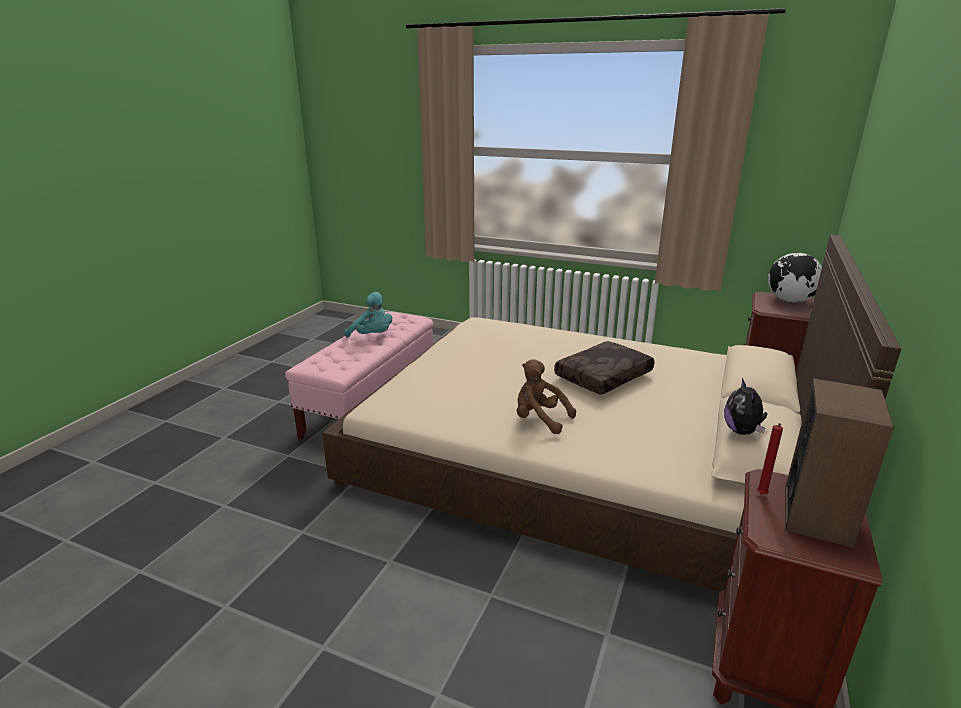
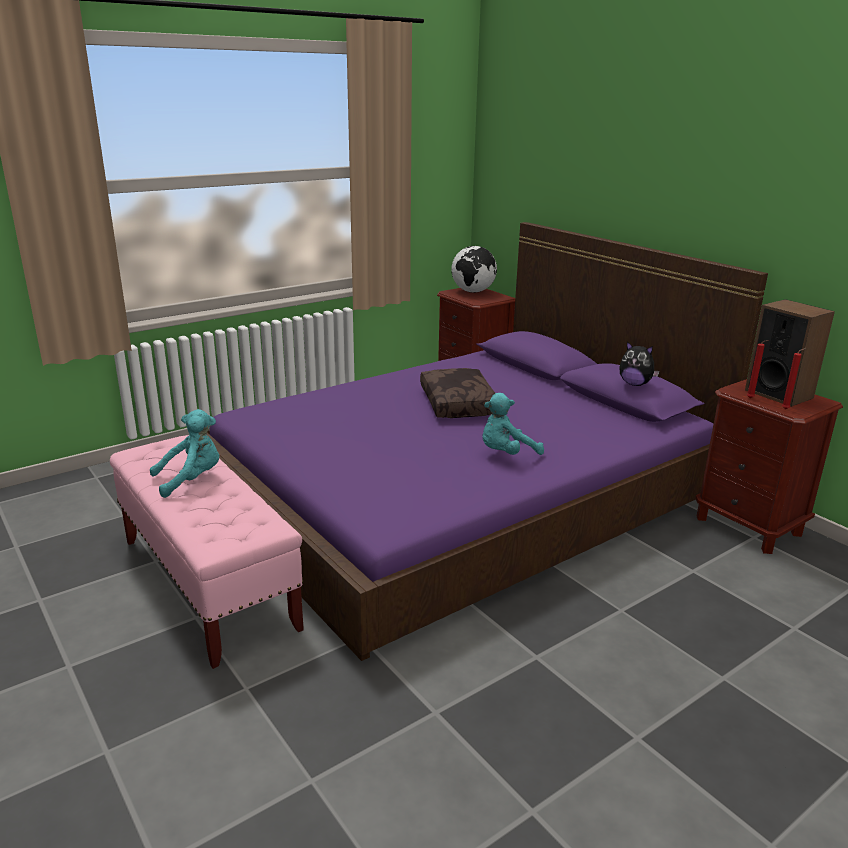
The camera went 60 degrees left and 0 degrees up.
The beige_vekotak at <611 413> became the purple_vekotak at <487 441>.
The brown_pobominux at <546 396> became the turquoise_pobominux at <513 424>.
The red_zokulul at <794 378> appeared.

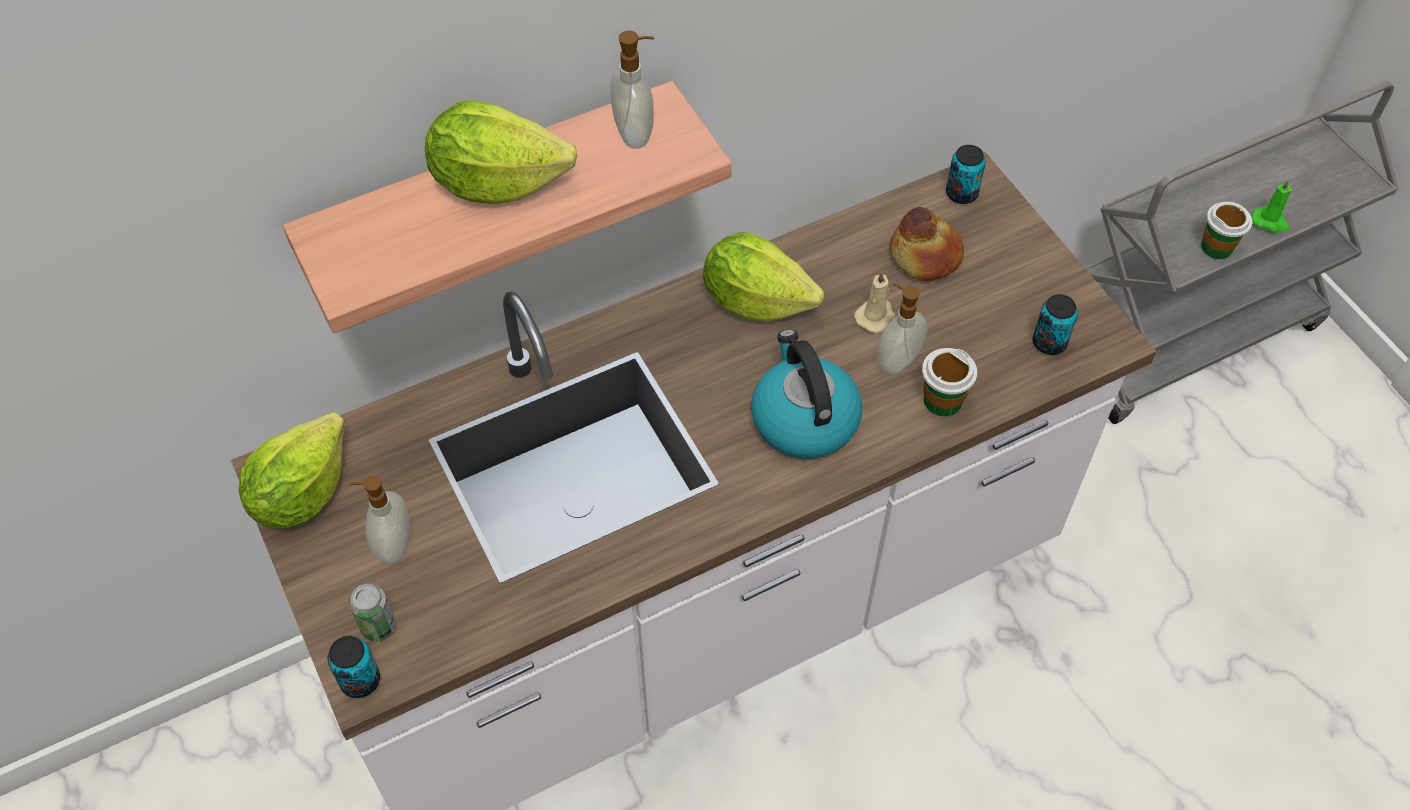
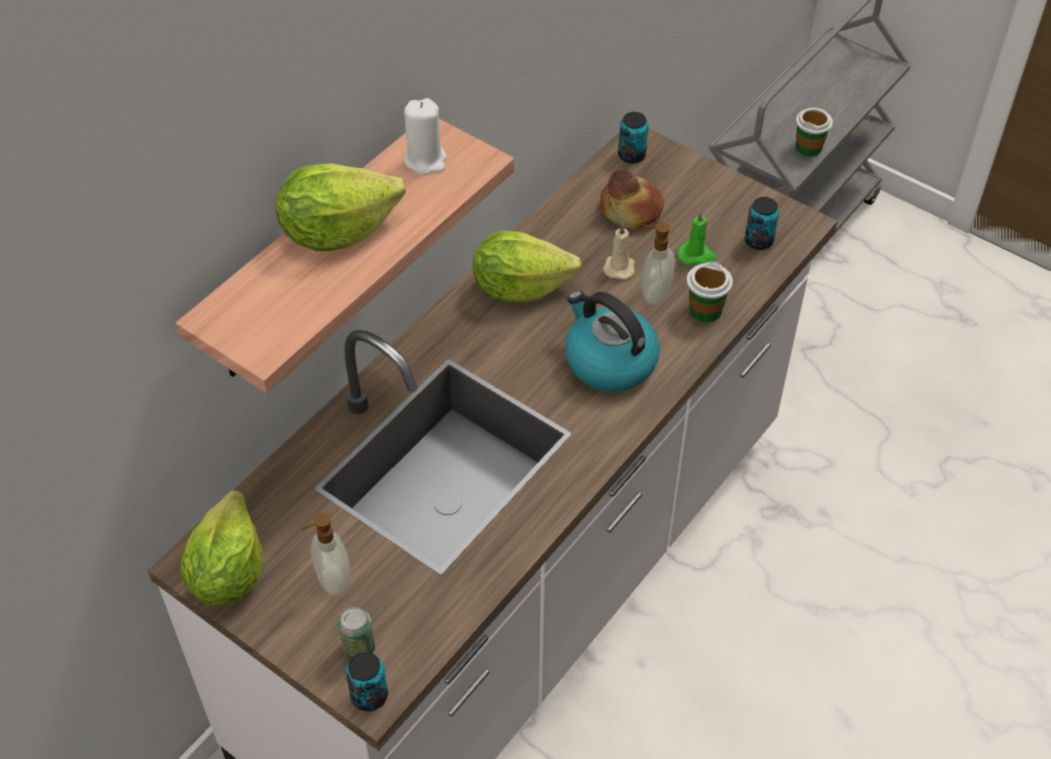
The camera went 25 degrees left and 5 degrees down.
The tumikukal at <632 90> was replaced by the white_zokulul at <425 136>.
The green_zokulul moved from <1272 205> to <697 238>.

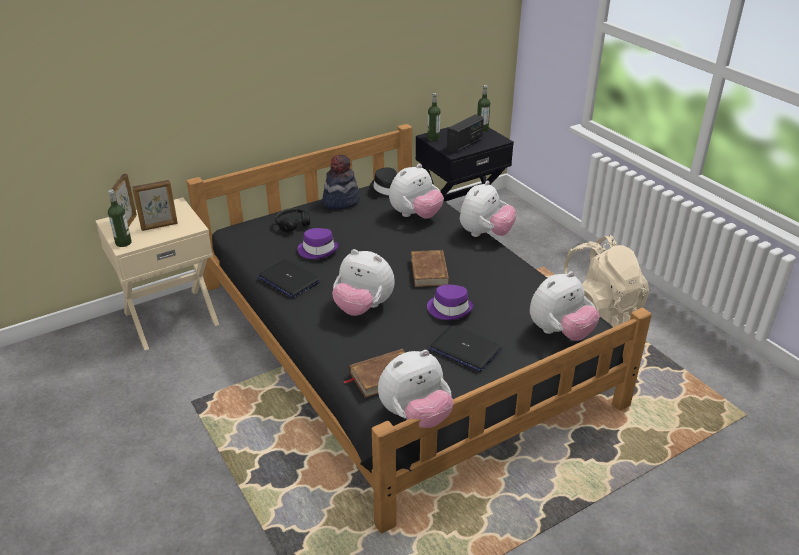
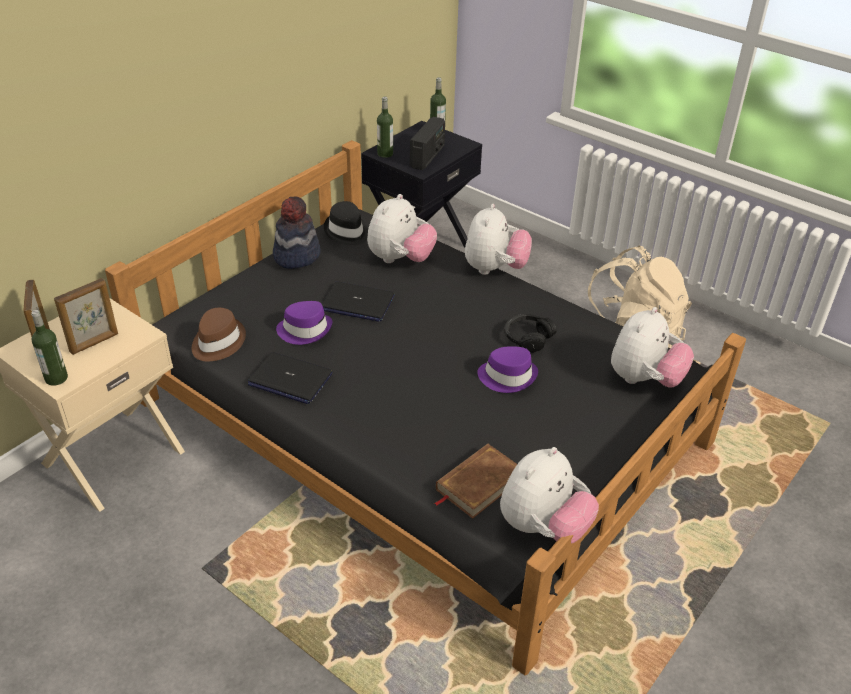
The camera went 20 degrees left and 5 degrees up.
The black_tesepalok moved from <292 220> to <530 333>.
The pobominux at <363 282> disappeared.
The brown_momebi at <430 268> disappeared.
The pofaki moved from <466 348> to <358 301>.
The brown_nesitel at <219 334> appeared.

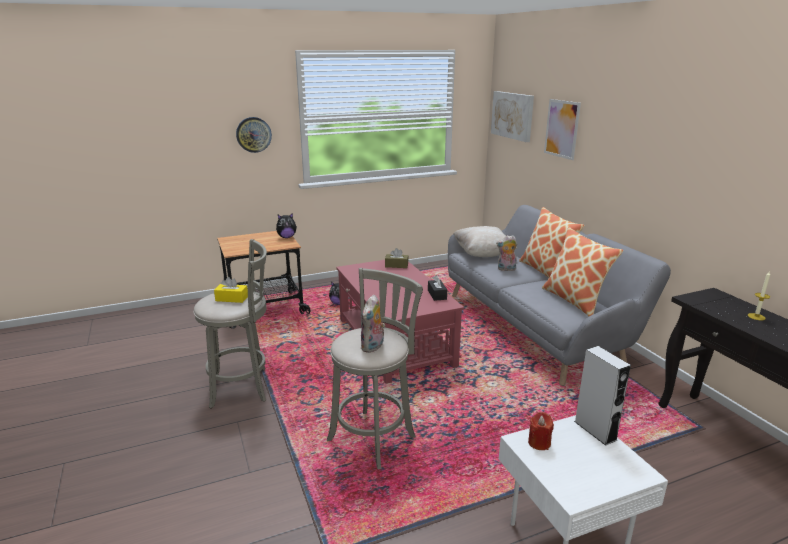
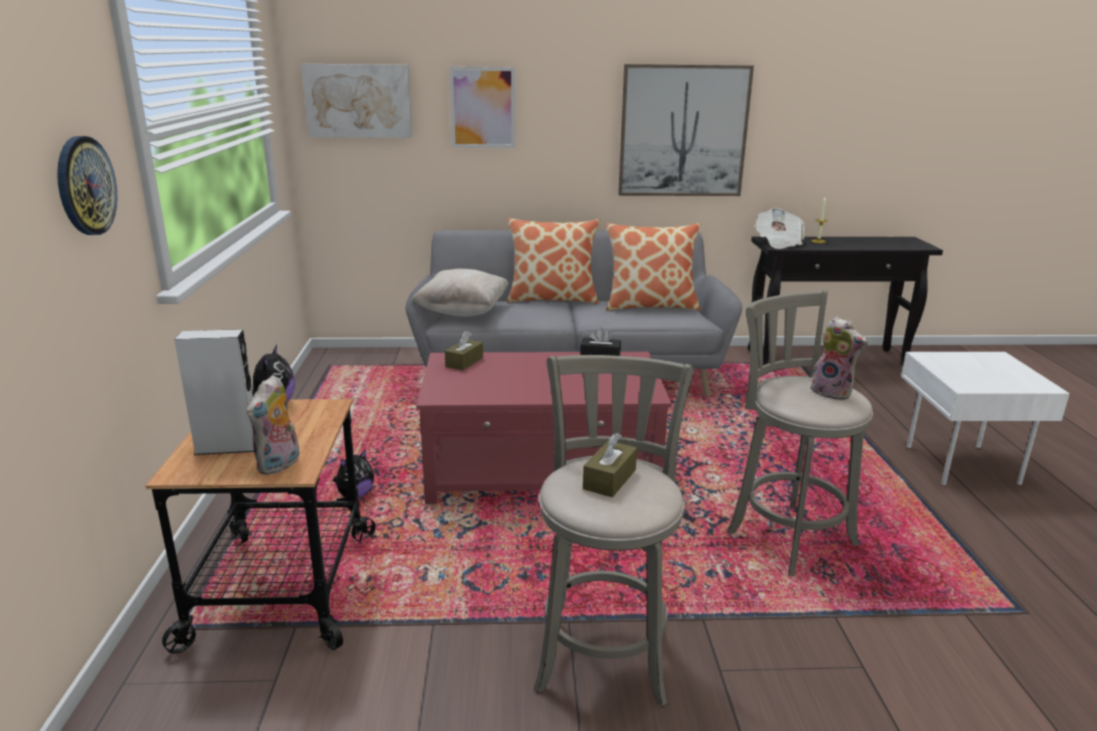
The camera went 70 degrees left and 0 degrees up.
The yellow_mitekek at <231 290> became the brown_mitekek at <610 465>.
The pobominux moved from <506 253> to <272 425>.
The red_zokulul at <541 431> disappeared.
The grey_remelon moved from <602 396> to <214 392>.
The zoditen at <686 130> appeared.
The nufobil at <780 228> appeared.

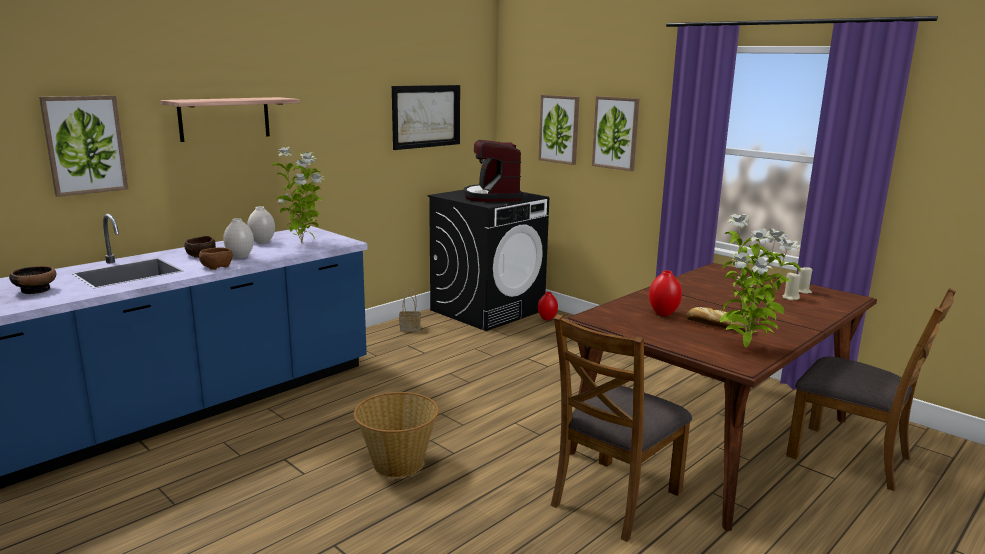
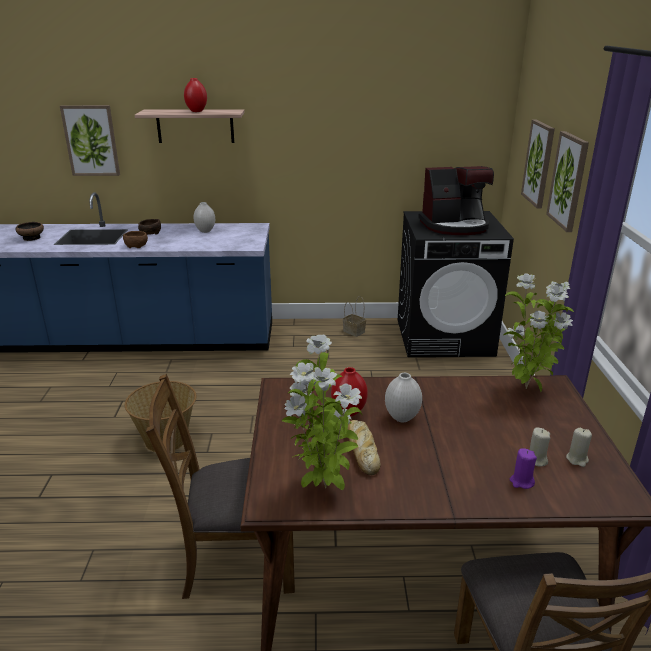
The camera went 45 degrees right and 10 degrees up.
The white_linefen moved from <238 238> to <403 397>.
The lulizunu moved from <298 195> to <539 333>.
The zoditen at <426 117> disappeared.
The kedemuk at <493 171> turned 135 degrees counterclockwise.
The red_linefen moved from <548 306> to <195 95>.
The purple_zokulul at <523 468> appeared.

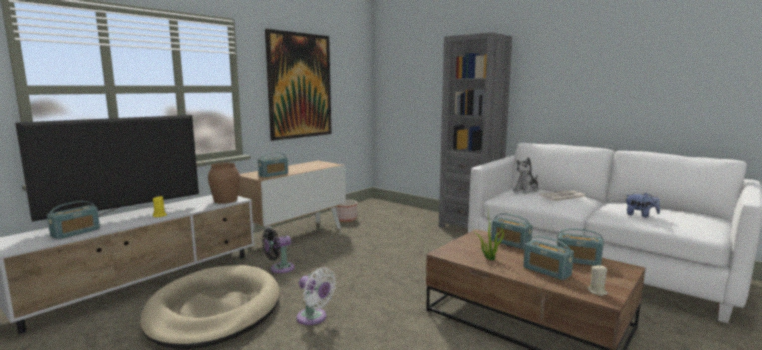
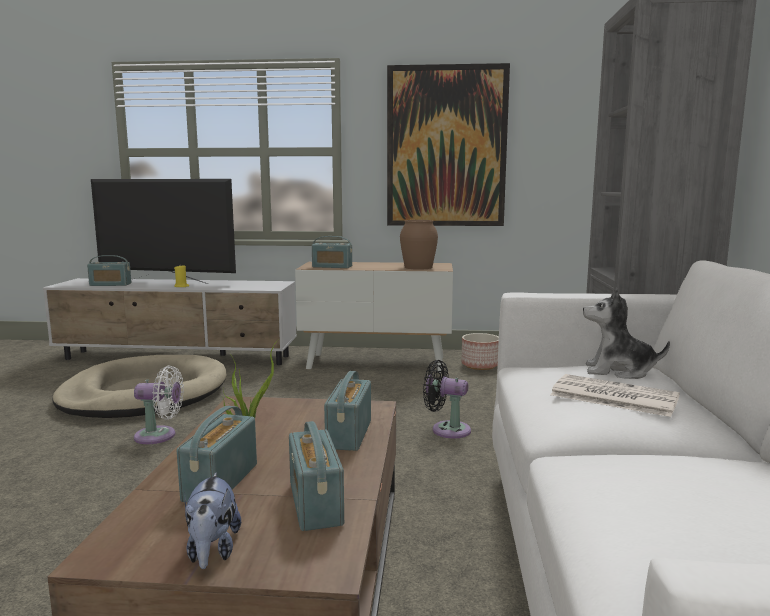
The camera went 55 degrees right and 0 degrees up.
The brown_linefen moved from <224 183> to <419 245>.
The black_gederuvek moved from <278 250> to <447 399>.
The white_gederuvek at <316 296> turned 90 degrees counterclockwise.
The beige_zokulul at <597 280> disappeared.
The pobominux moved from <642 205> to <213 521>.

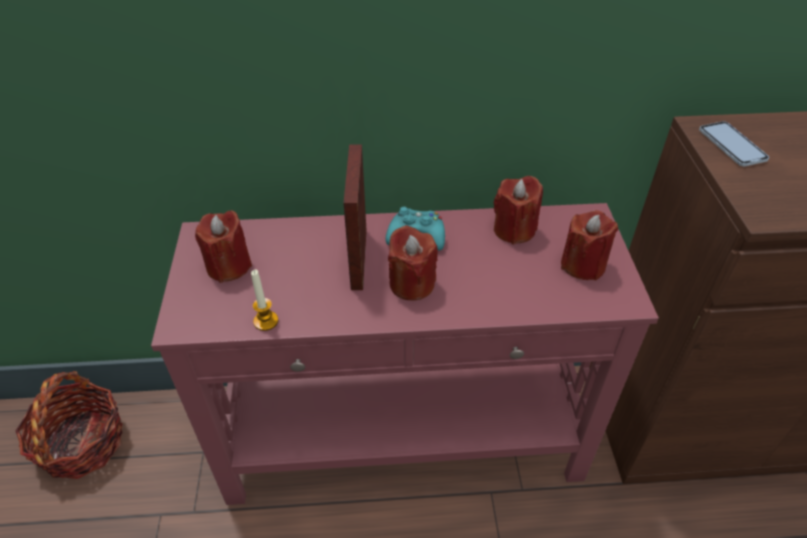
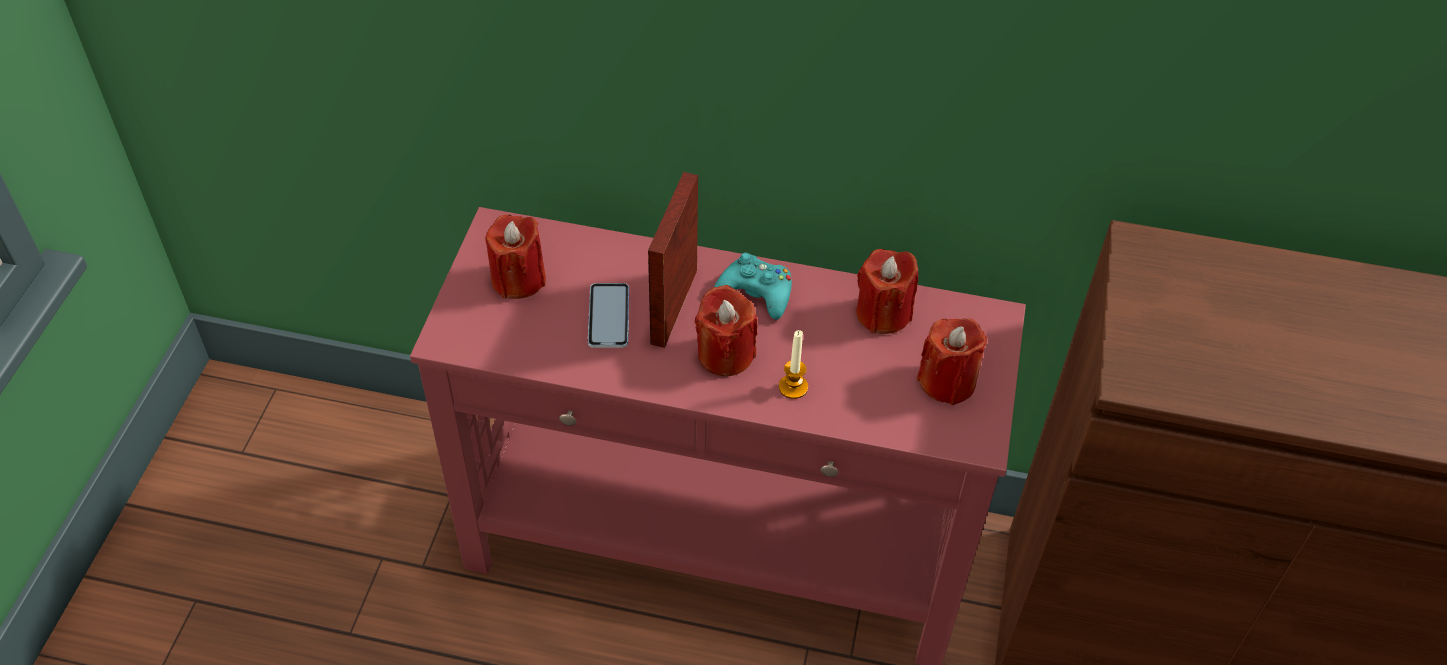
The camera went 15 degrees right and 5 degrees up.
The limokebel at <69 425> disappeared.
The zokulul moved from <264 300> to <793 364>.
The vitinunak moved from <734 143> to <608 315>.

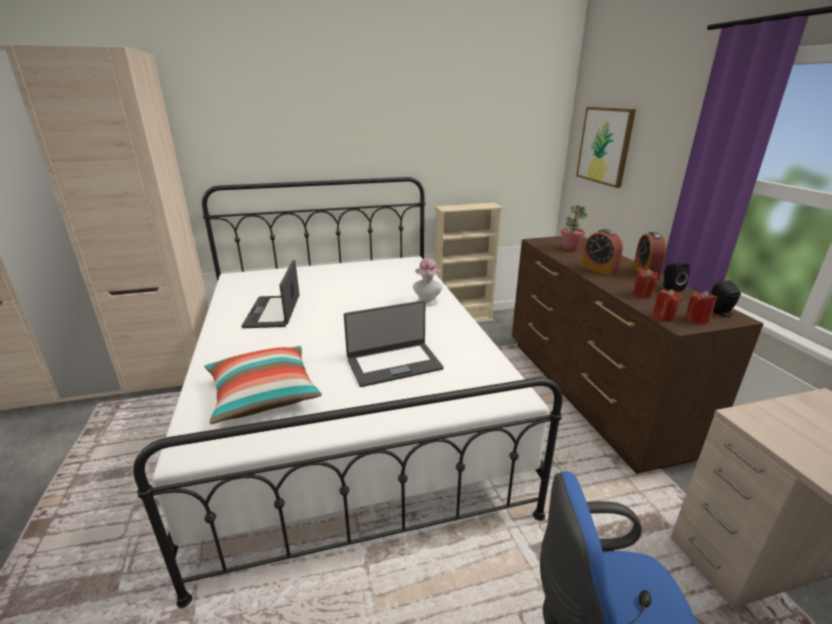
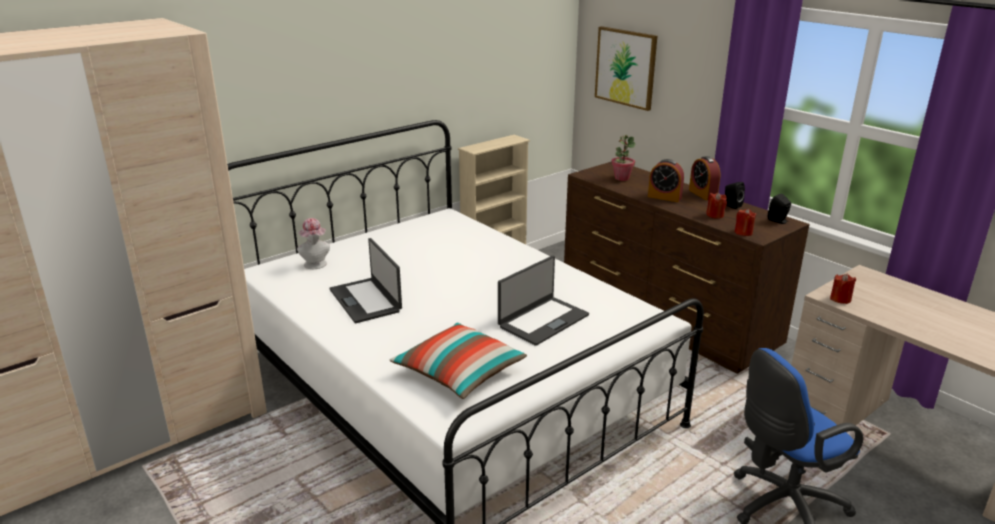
The camera went 25 degrees left and 0 degrees up.
The nesitel moved from <428 282> to <313 243>.
The red_zokulul moved from <701 307> to <843 288>.

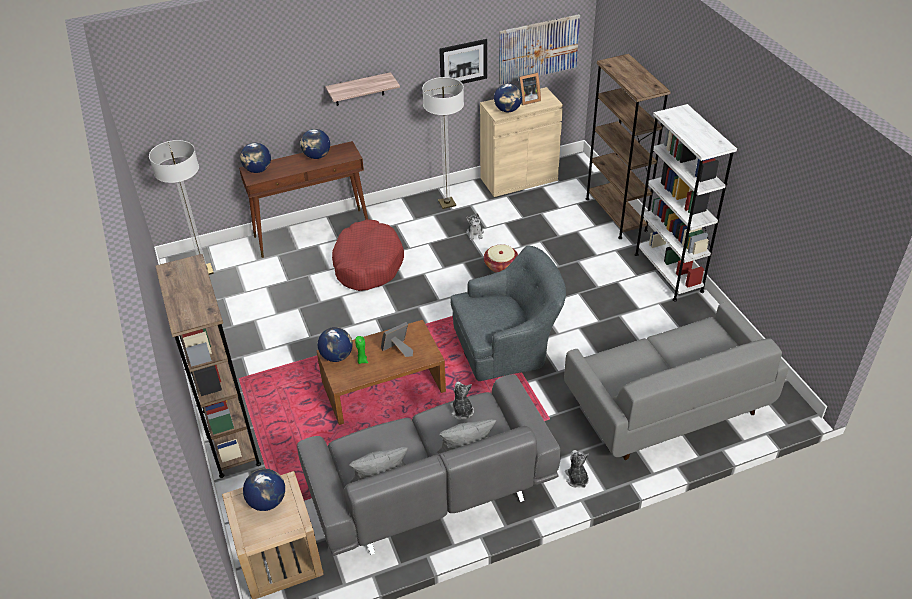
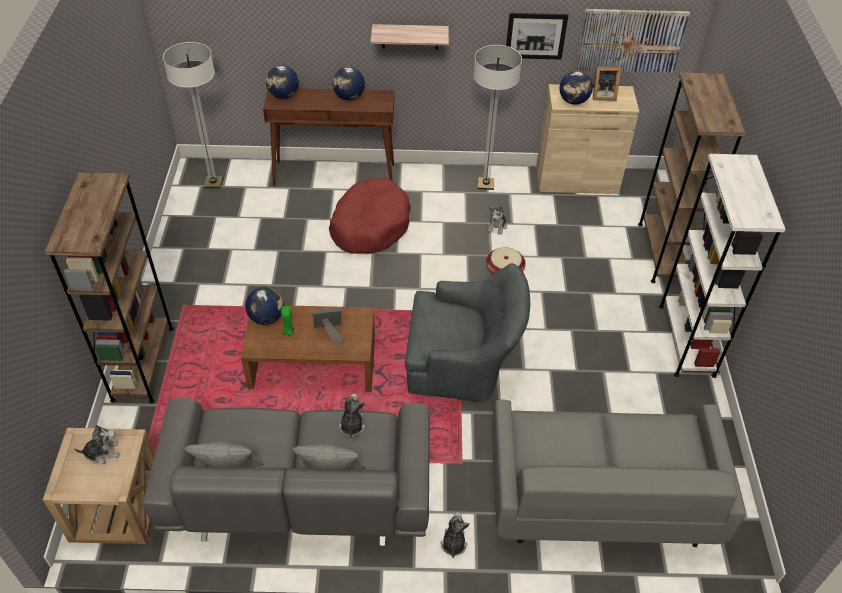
The camera went 20 degrees right and 5 degrees up.
The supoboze at <264 490> was replaced by the pobominux at <96 444>.

